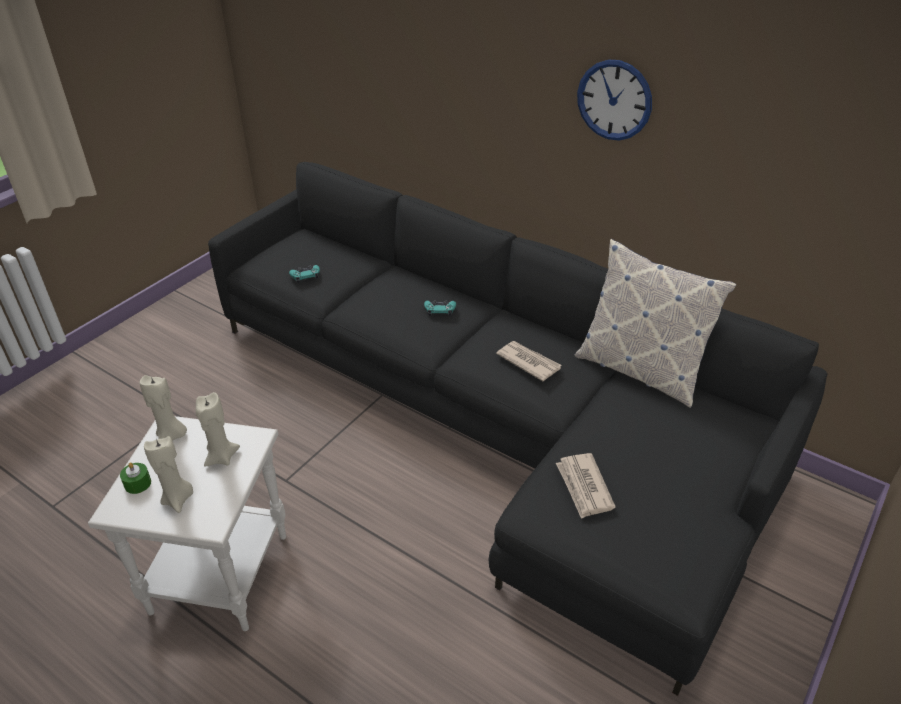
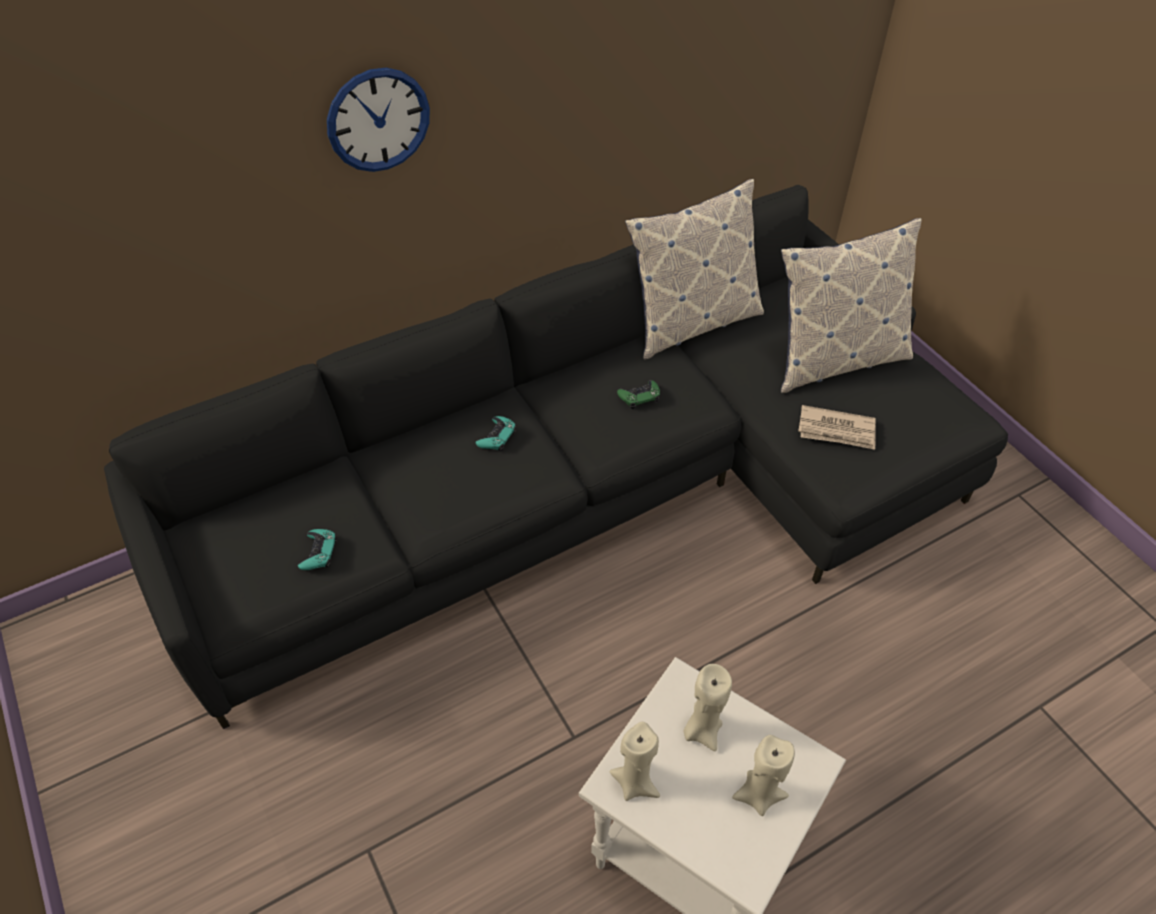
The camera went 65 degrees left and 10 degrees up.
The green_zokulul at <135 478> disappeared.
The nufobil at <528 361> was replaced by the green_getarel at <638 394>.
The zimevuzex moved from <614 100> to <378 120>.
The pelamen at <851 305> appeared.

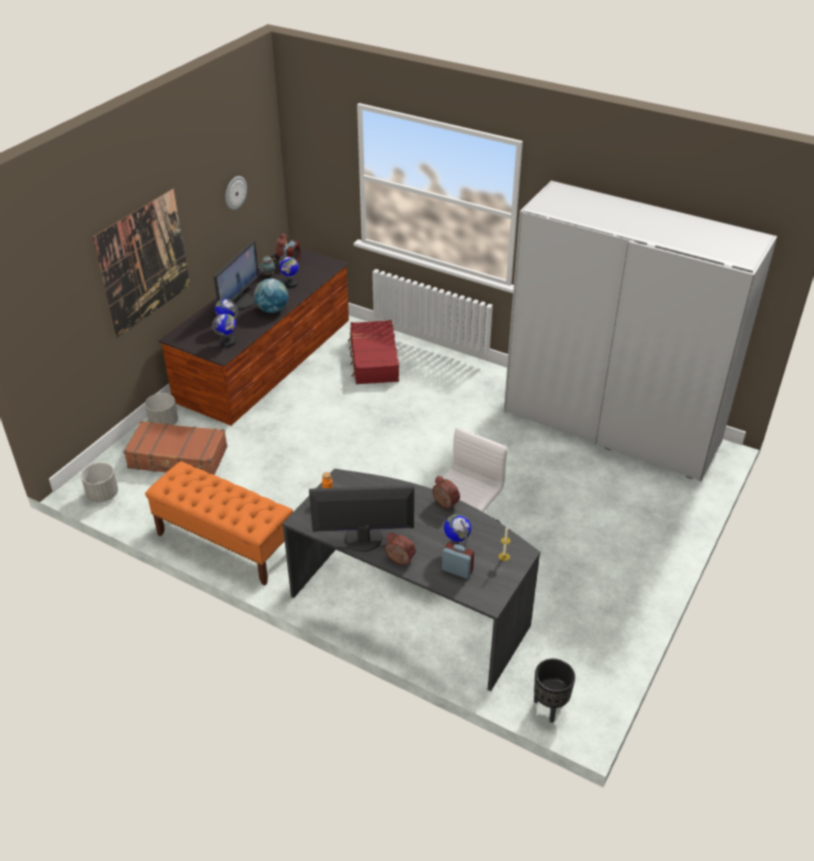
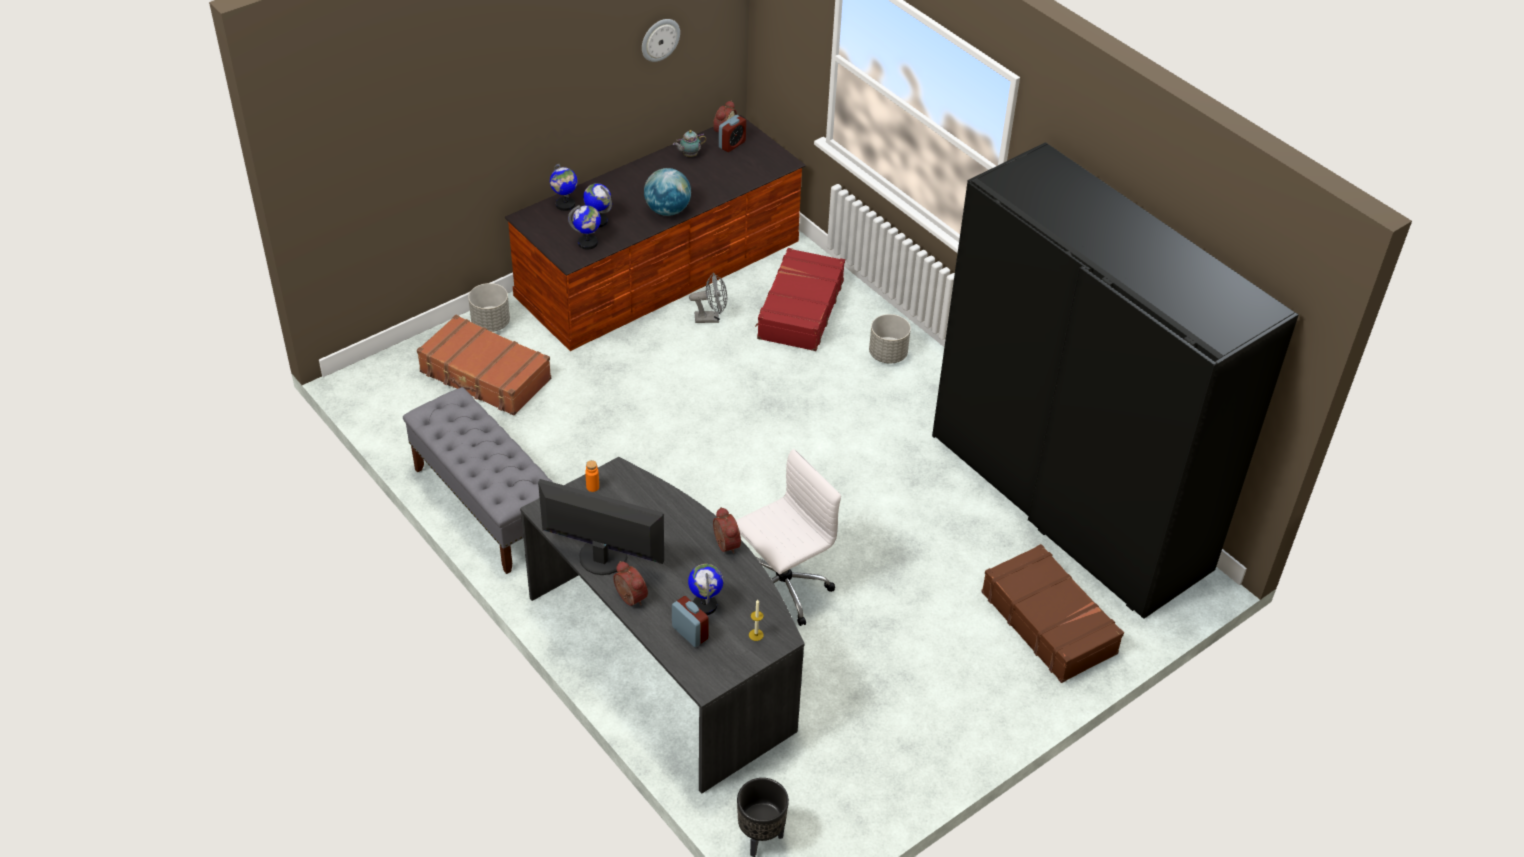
The camera went 20 degrees right and 5 degrees up.
The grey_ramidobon moved from <99 483> to <890 338>.
The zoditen at <141 263> disappeared.
The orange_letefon at <219 523> became the grey_letefon at <478 480>.
The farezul at <236 275> disappeared.
The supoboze moved from <289 271> to <563 187>.
The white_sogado at <640 331> became the black_sogado at <1115 380>.
The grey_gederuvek at <708 298> appeared.
The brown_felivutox at <1052 613> appeared.

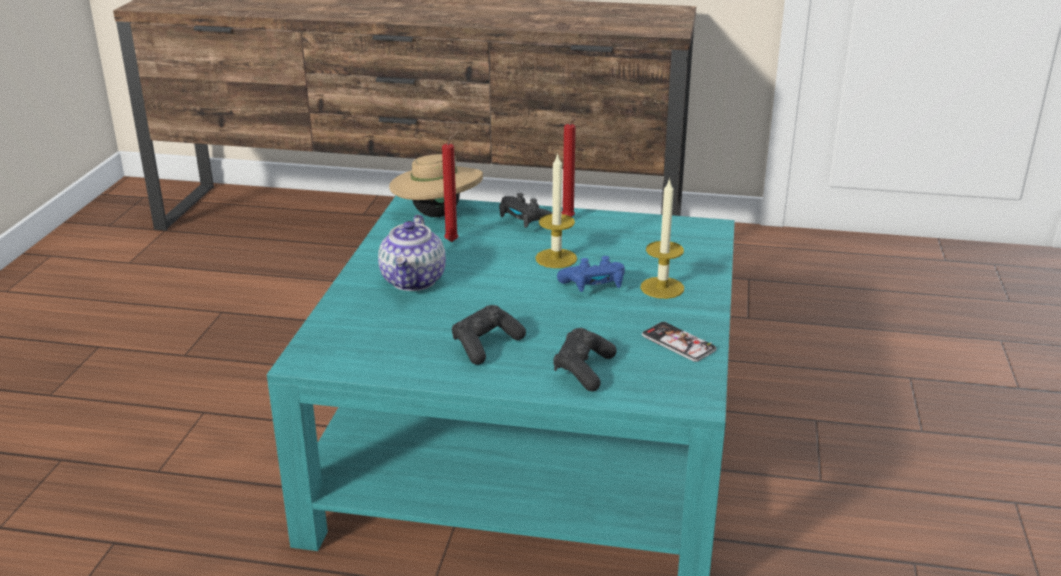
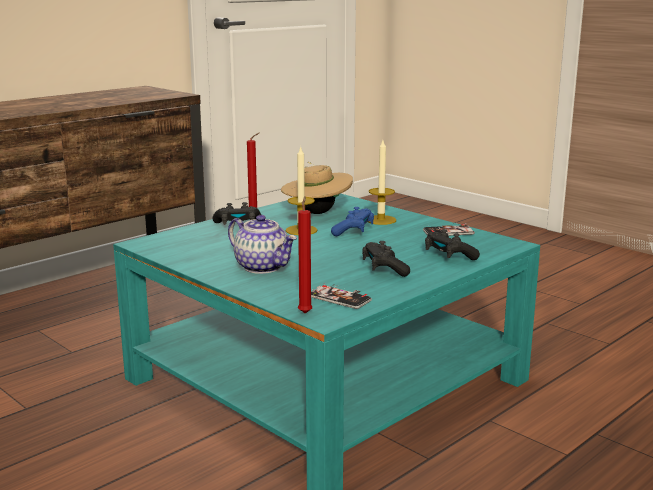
The camera went 55 degrees left and 10 degrees down.
The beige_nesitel moved from <436 185> to <317 188>.
The red_zokulul moved from <450 187> to <305 255>.
The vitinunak at <341 296> appeared.

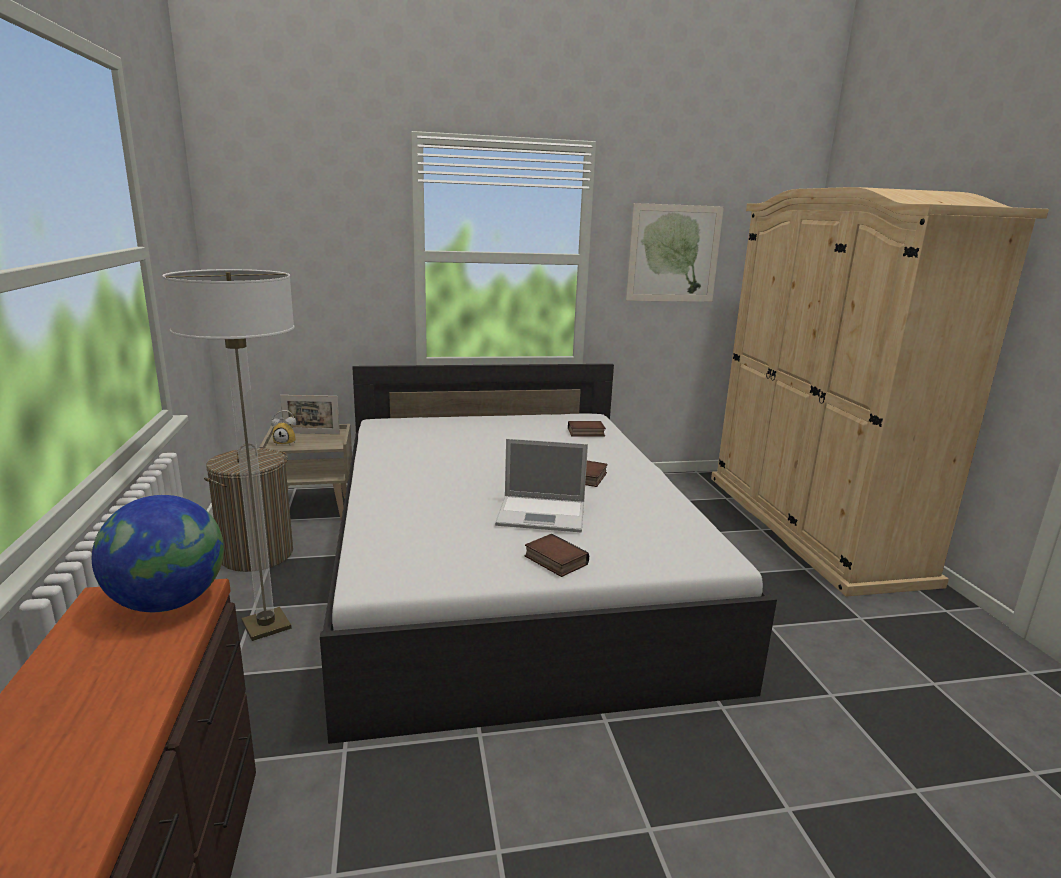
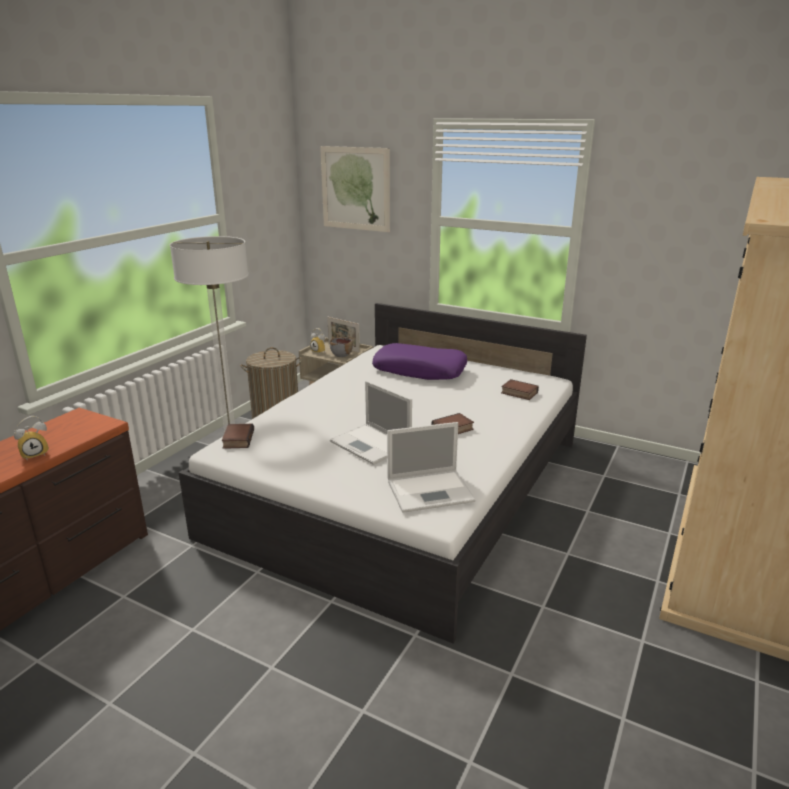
The camera went 40 degrees right and 5 degrees up.
The supoboze at <158 553> disappeared.
The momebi moved from <557 555> to <238 436>.
The zoditen moved from <675 252> to <355 189>.
The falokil at <31 438> appeared.
The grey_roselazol at <341 347> appeared.
The purple_pelamen at <419 361> appeared.
The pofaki at <431 467> appeared.

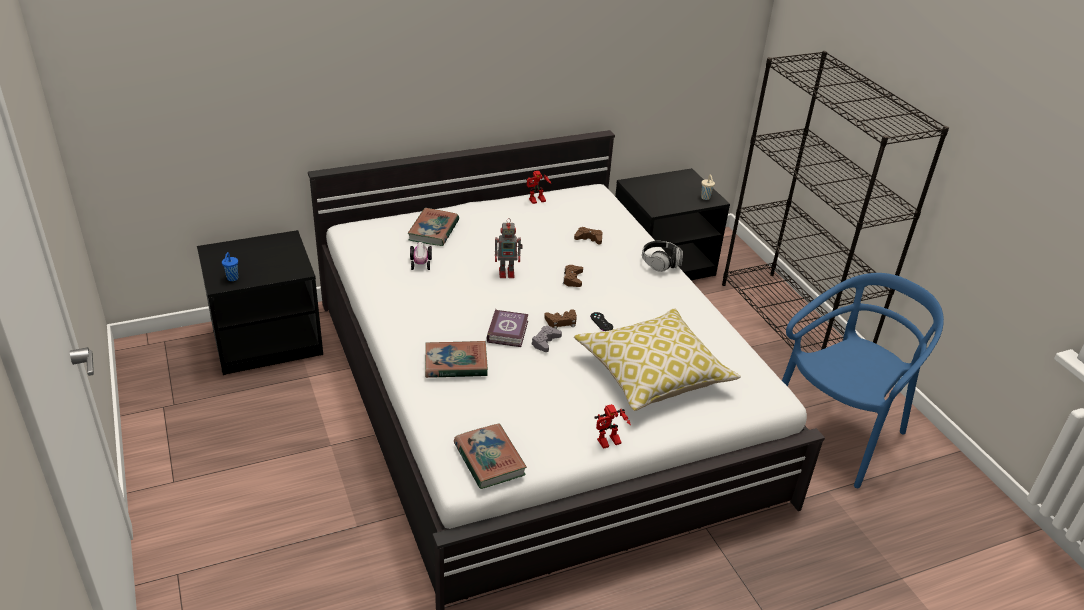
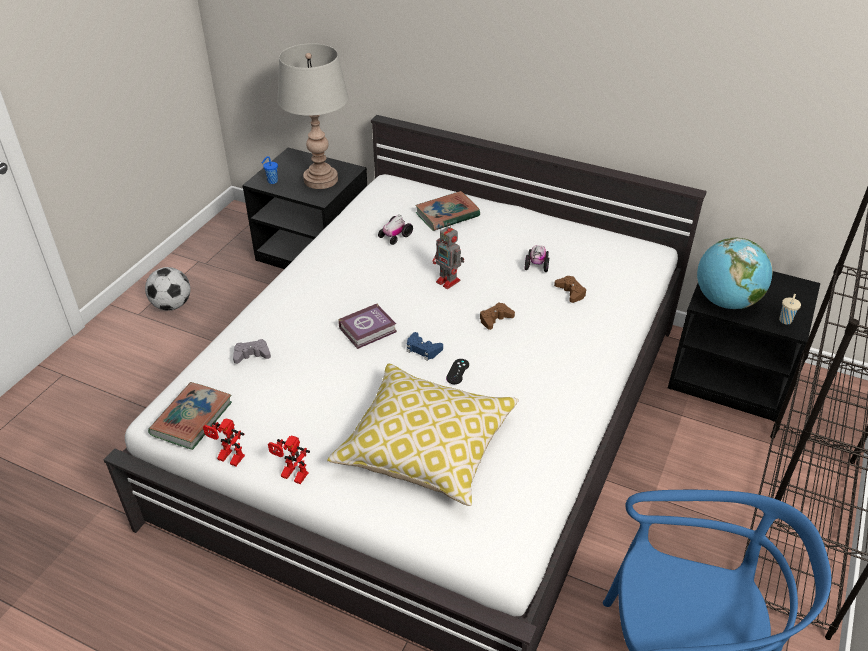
The camera went 50 degrees right and 5 degrees up.
The momebi at <456 359> disappeared.
The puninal moved from <538 187> to <224 442>.
The grey_getarel moved from <546 339> to <252 351>.
The brown_getarel at <560 319> became the blue_getarel at <425 346>.
The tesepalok at <662 256> disappeared.
The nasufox at <167 289> appeared.
The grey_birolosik at <313 116> appeared.
The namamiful at <537 258> appeared.
The supoboze at <735 273> appeared.

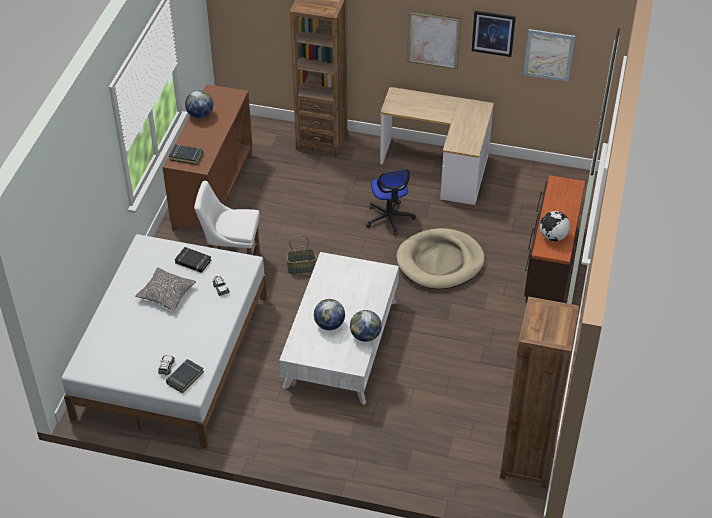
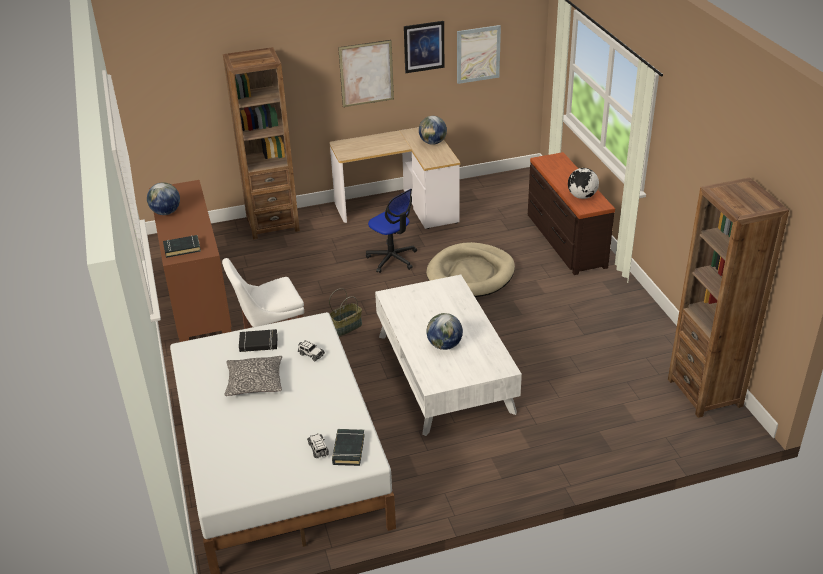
The camera went 30 degrees left and 10 degrees down.
The supoboze moved from <366 326> to <433 130>.

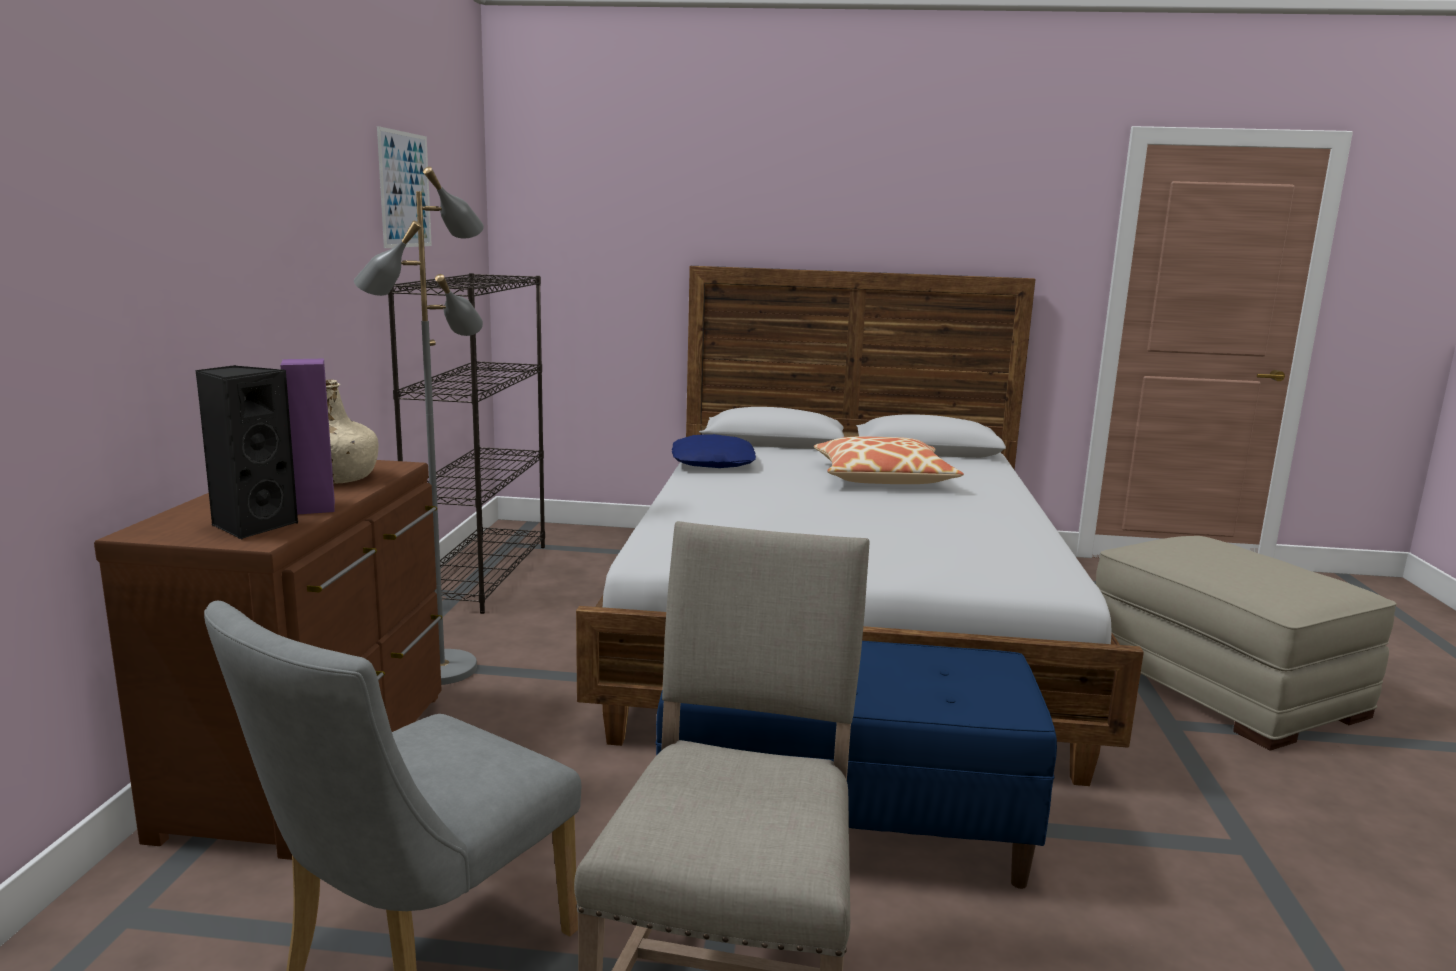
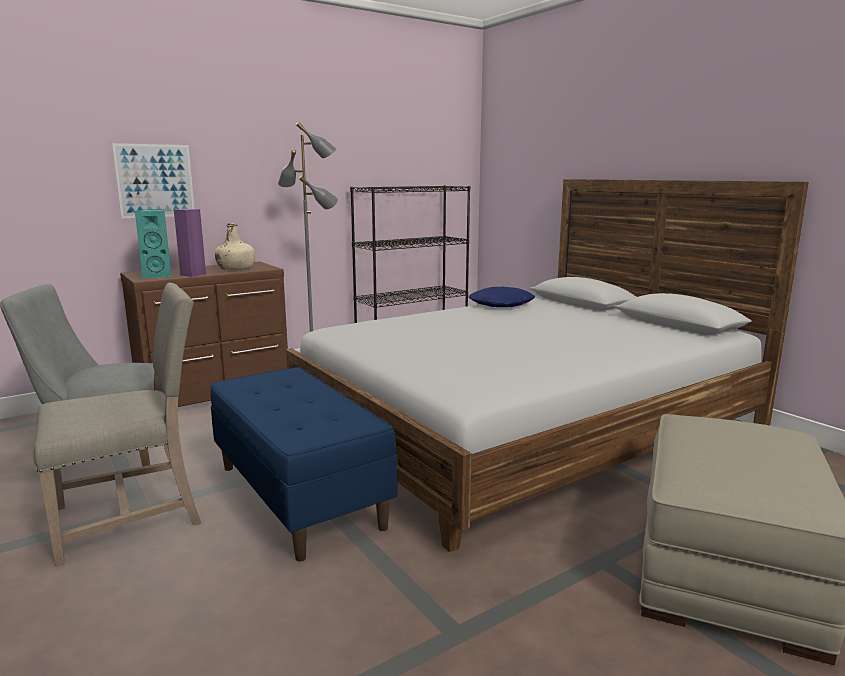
The camera went 50 degrees right and 0 degrees up.
The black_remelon at <246 452> became the turquoise_remelon at <153 243>.
The zoditen moved from <404 187> to <153 180>.
The pelamen at <889 460> disappeared.

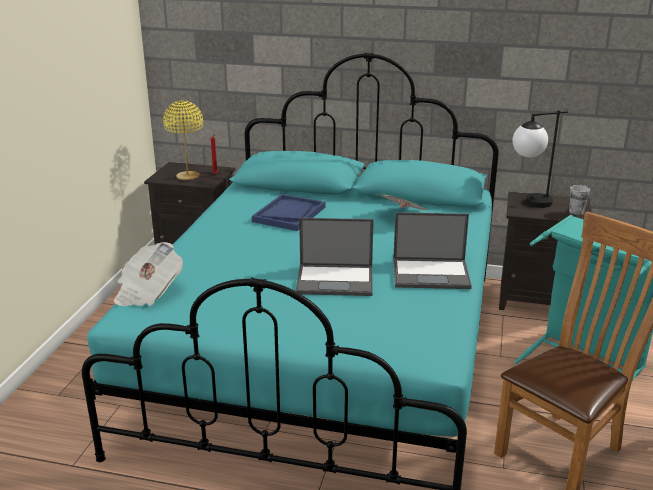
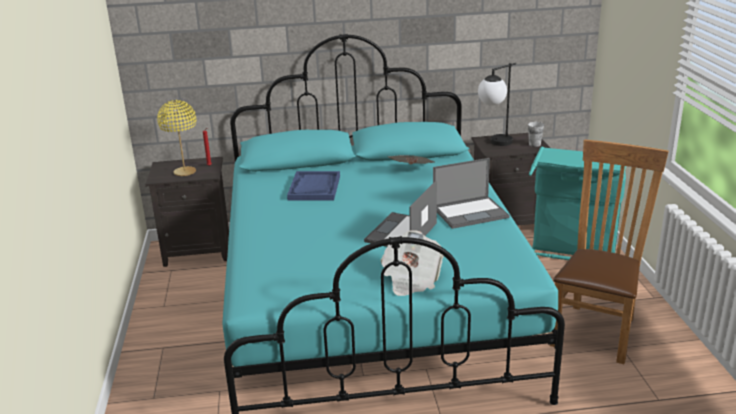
The camera went 20 degrees left and 0 degrees up.
The nufobil moved from <148 274> to <412 263>.
The pofaki at <335 257> turned 135 degrees clockwise.

